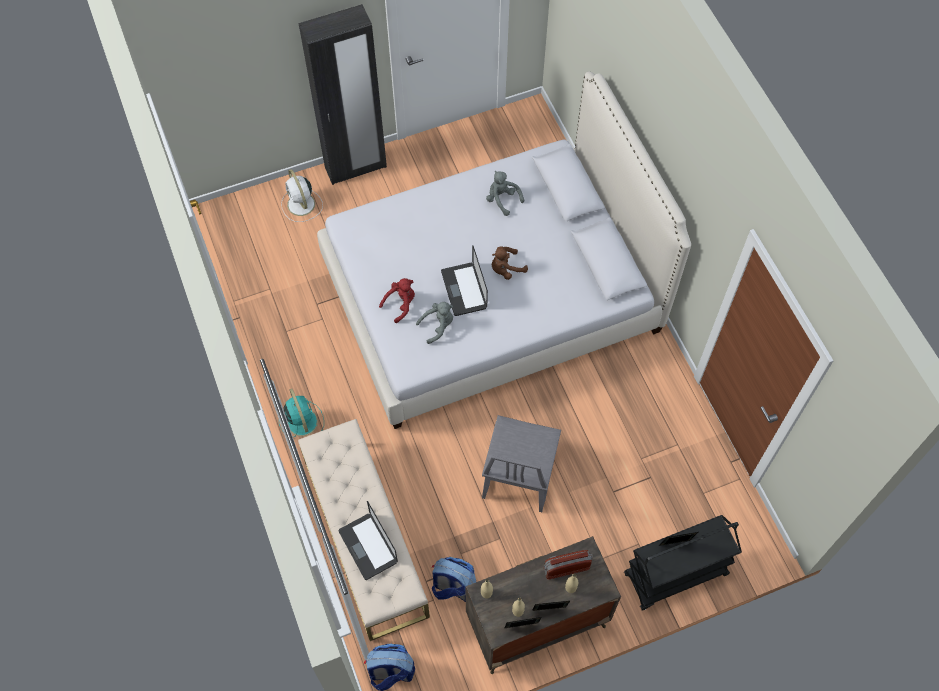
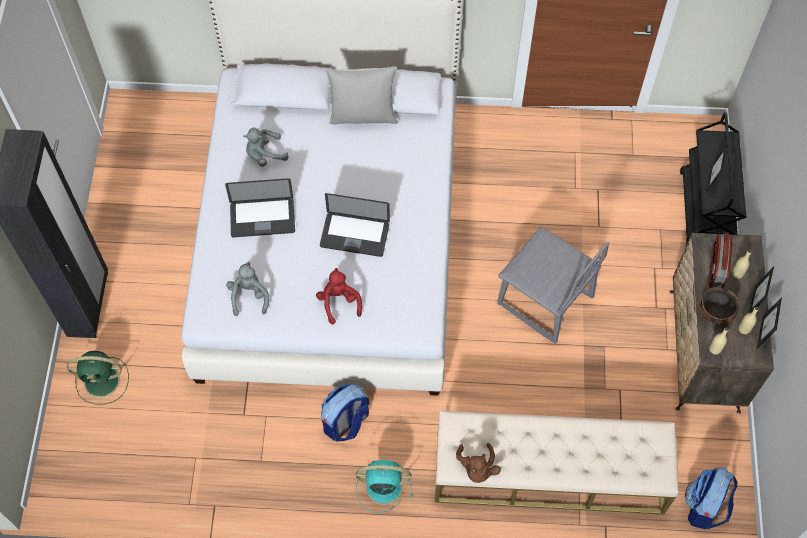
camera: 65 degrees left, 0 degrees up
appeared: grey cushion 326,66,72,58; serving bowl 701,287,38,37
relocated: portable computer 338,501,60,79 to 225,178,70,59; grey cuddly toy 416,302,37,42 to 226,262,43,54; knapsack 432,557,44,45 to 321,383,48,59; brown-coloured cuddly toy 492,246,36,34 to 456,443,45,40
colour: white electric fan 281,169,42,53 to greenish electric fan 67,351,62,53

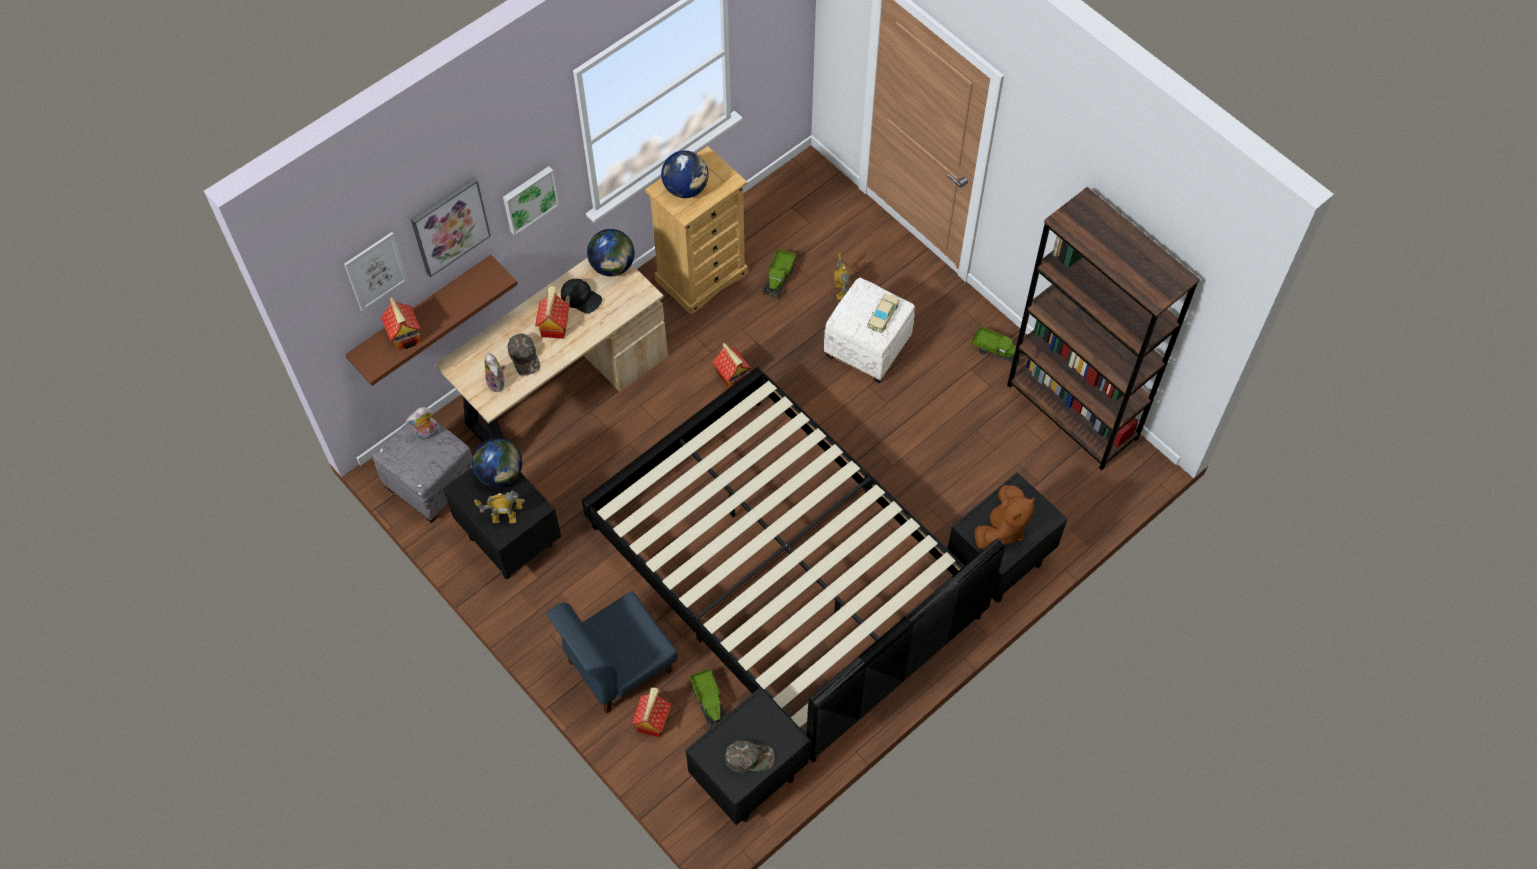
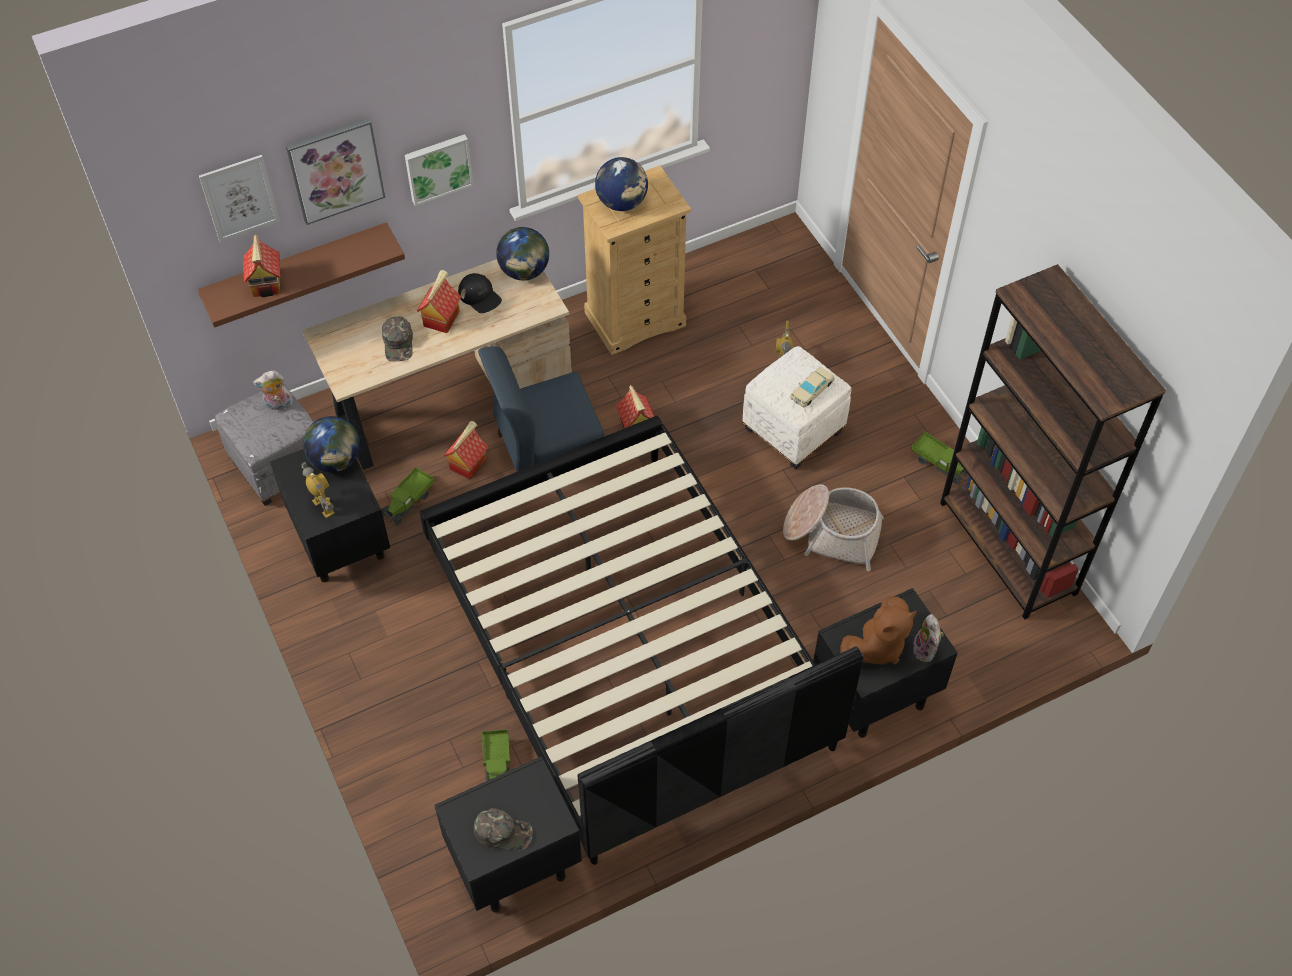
camera: 15 degrees right, 5 degrees down
appeared: household basket 783,484,101,87
relocated: cuddly toy 485,353,20,39 to 913,614,31,48; blue-coloured plain chair 546,591,132,123 to 478,346,127,126; toy house 632,687,39,50 to 443,421,45,58; toy truck 762,249,34,50 to 381,467,54,59
spun: model robot 474,490,51,34 = 301,462,34,56 135 degrees counterclockwise

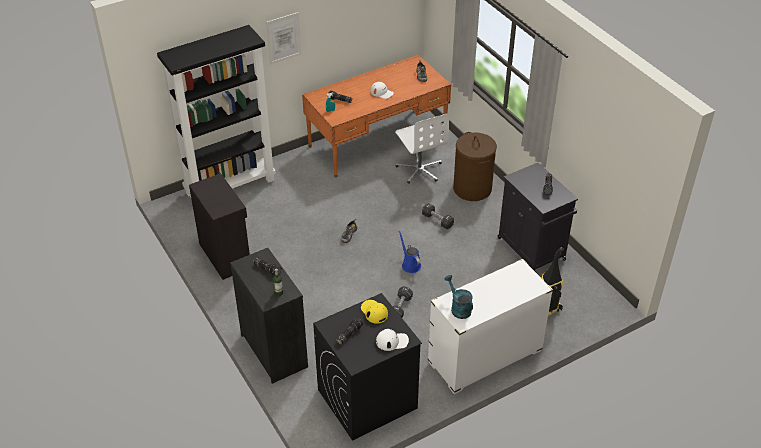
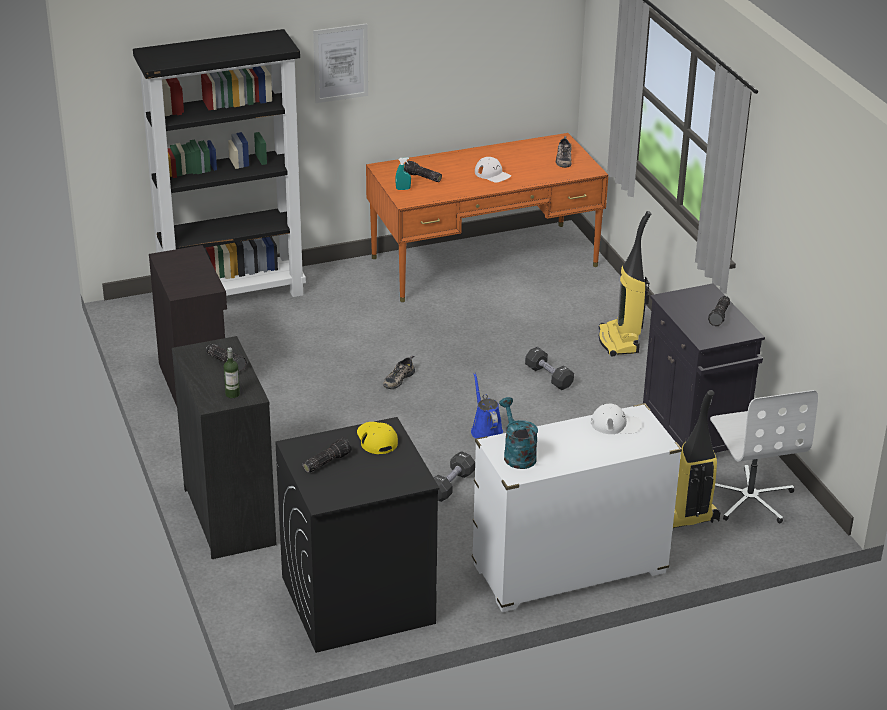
camera: 10 degrees right, 10 degrees down
relocated: white baseball cap 376,329,33,22 to 591,403,51,31; white office chair 395,114,54,70 to 710,390,108,133
exchanged: brown-coloured laundry basket 453,132,44,69 to vacuum 599,211,52,145

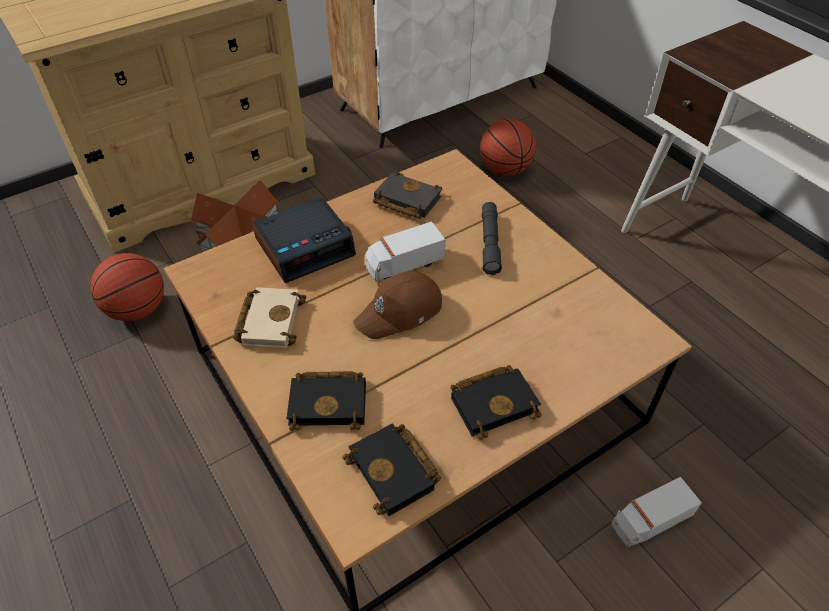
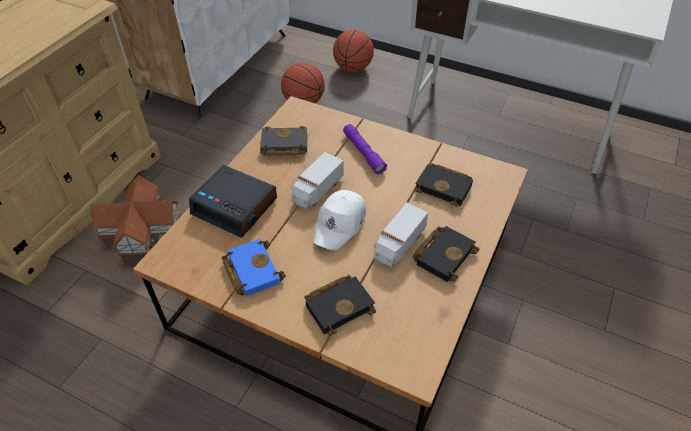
camera: 30 degrees left, 0 degrees up
relocated: ball for basketball 90,253,74,68 to 333,30,41,42; black book 342,424,99,92 to 415,163,58,44; toy truck 611,476,91,72 to 373,202,55,66
colour: beige book 233,287,73,61 to blue-coloured book 222,239,64,57; brown-coloured baseball cap 353,271,89,68 to white baseball cap 313,190,53,60; grey flashlight 482,202,20,73 to purple-coloured flashlight 343,124,44,50
spun: table clock 252,197,104,86 = 189,165,88,73 90 degrees clockwise

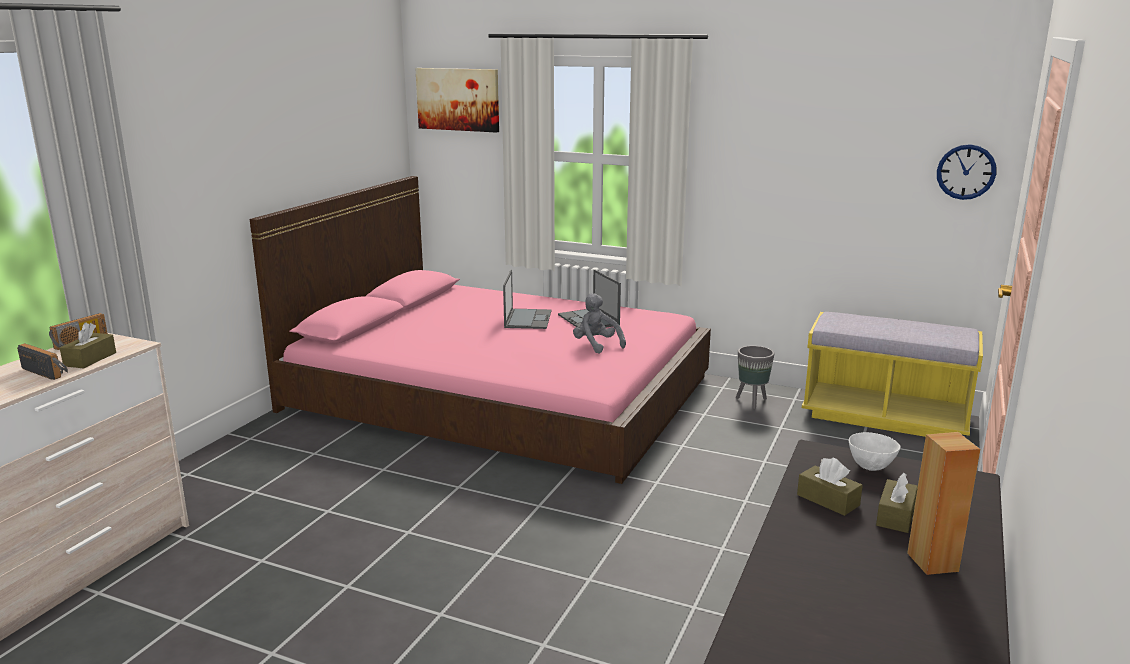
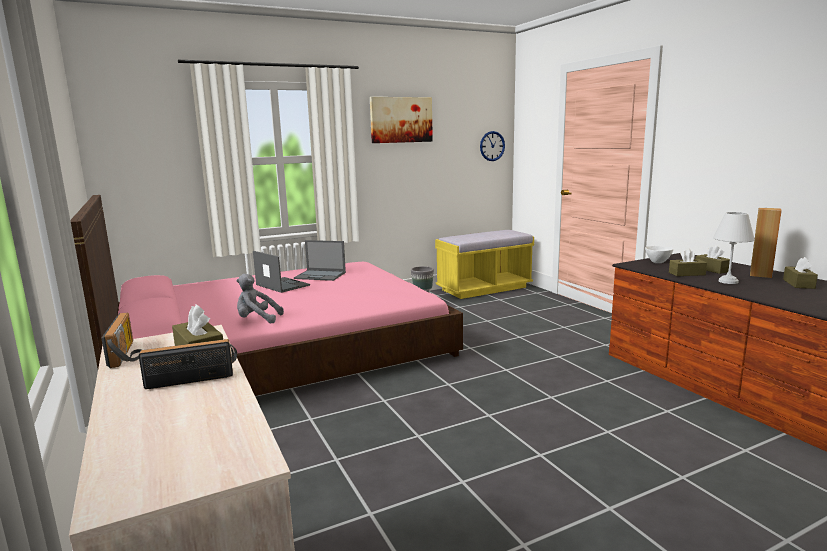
camera: 50 degrees left, 5 degrees down
appeared: white lamp for a table 713,212,42,72; brown-coloured tissue box 783,257,35,32
relocated: wall art 415,68,84,65 to 370,97,63,46; grey cuddly toy 573,293,53,61 to 237,274,47,49

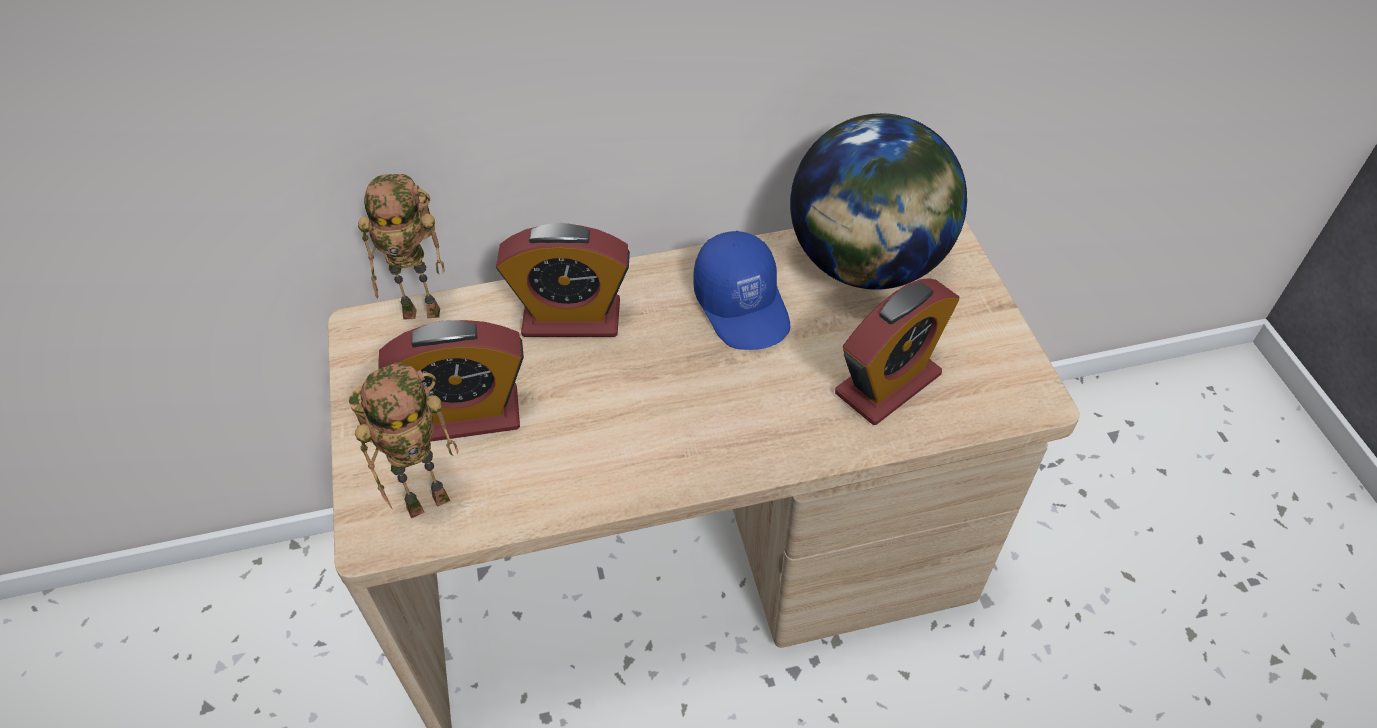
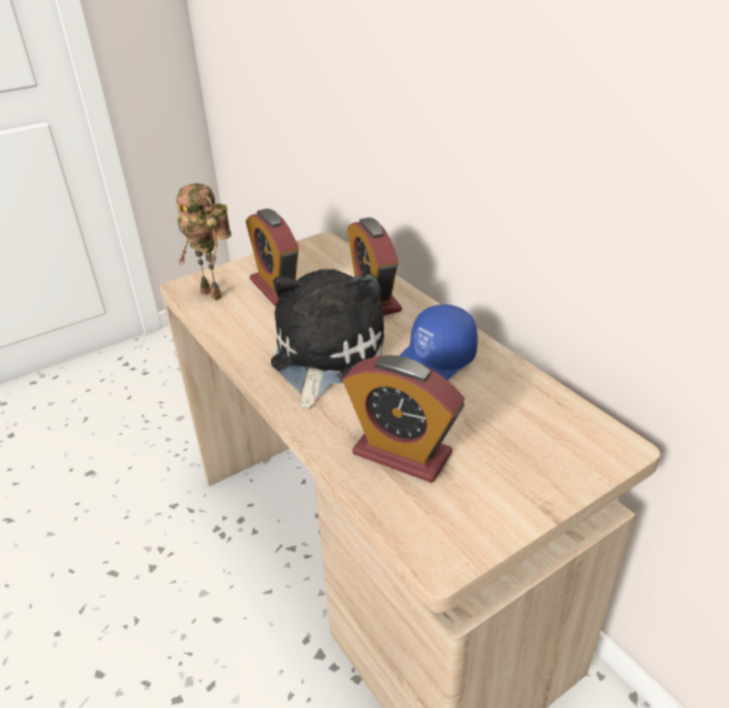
camera: 70 degrees right, 15 degrees down
missing: model robot 358,174,87,146; desk globe 790,113,177,176
appeared: cuddly toy 271,269,113,140

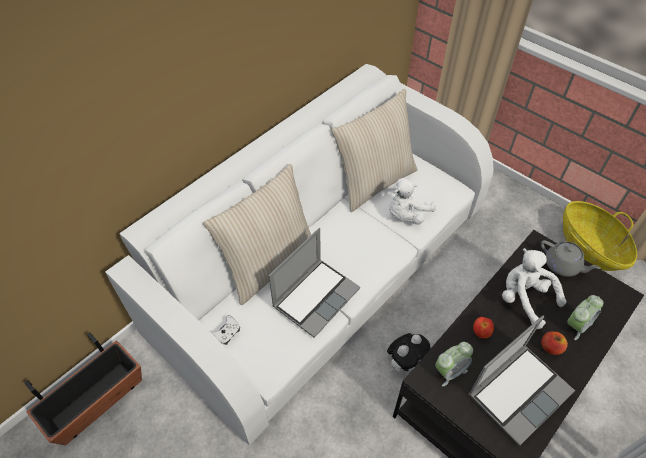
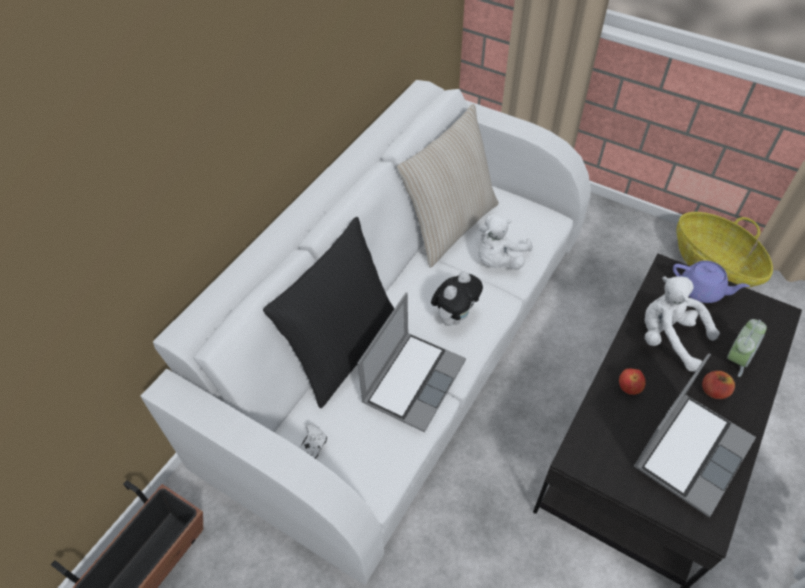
camera: 10 degrees left, 0 degrees up
missing: table clock 435,342,38,44
relocated: cuddly toy 387,333,43,40 to 431,271,52,55
colour: beige cushion 203,164,109,141 to black cushion 263,217,132,191; grey pot for tea 541,240,60,37 to purple-coloured pot for tea 673,260,77,43

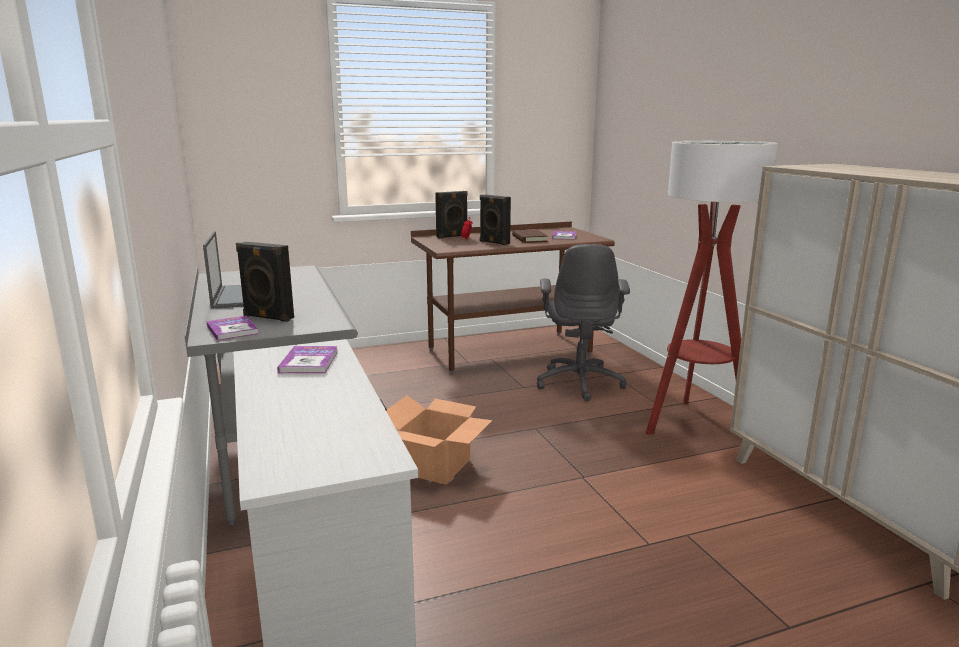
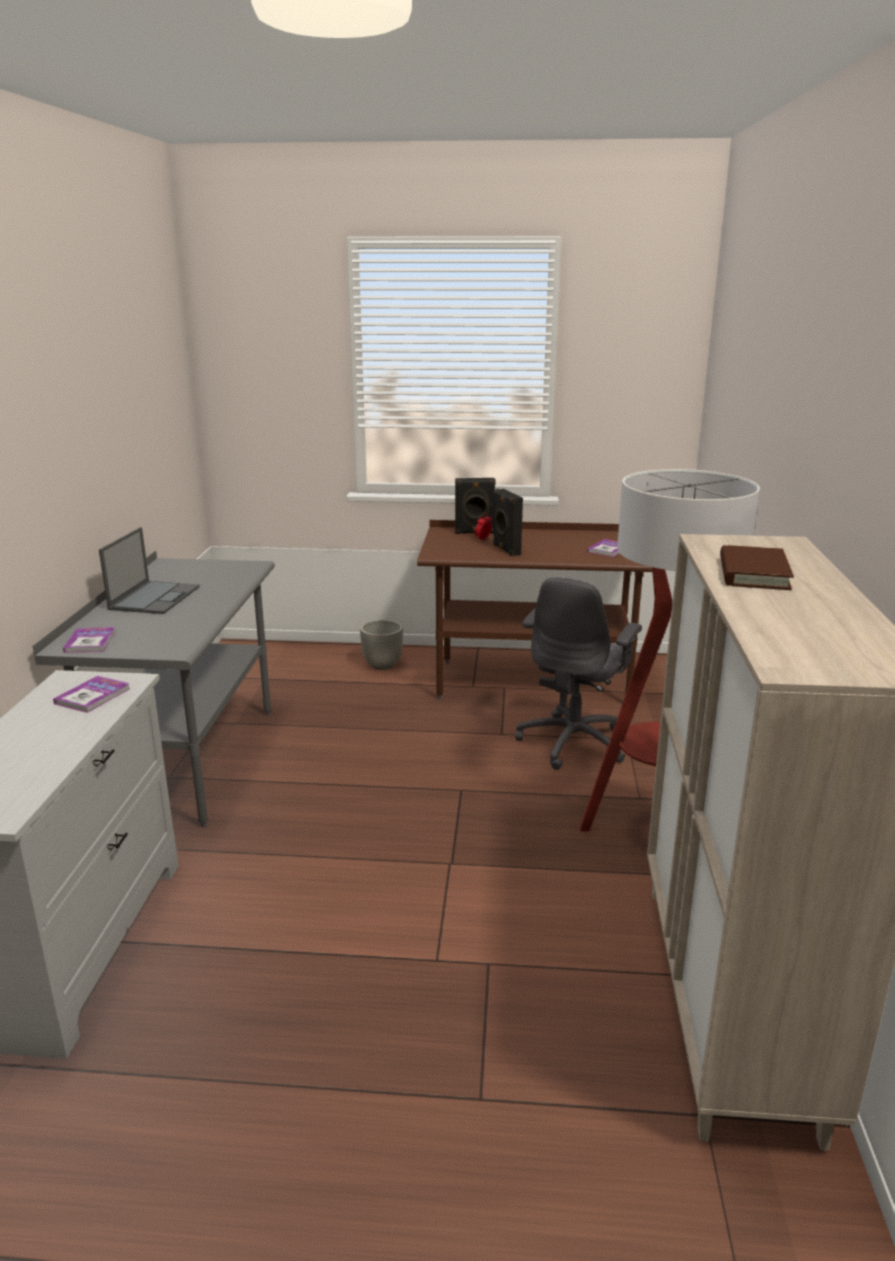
camera: 25 degrees right, 5 degrees up
missing: black speaker 236,242,58,80; packing box 386,396,107,89
appeared: planter 360,620,43,50
relocated: brown-coloured book 512,230,36,13 to 720,545,74,45

